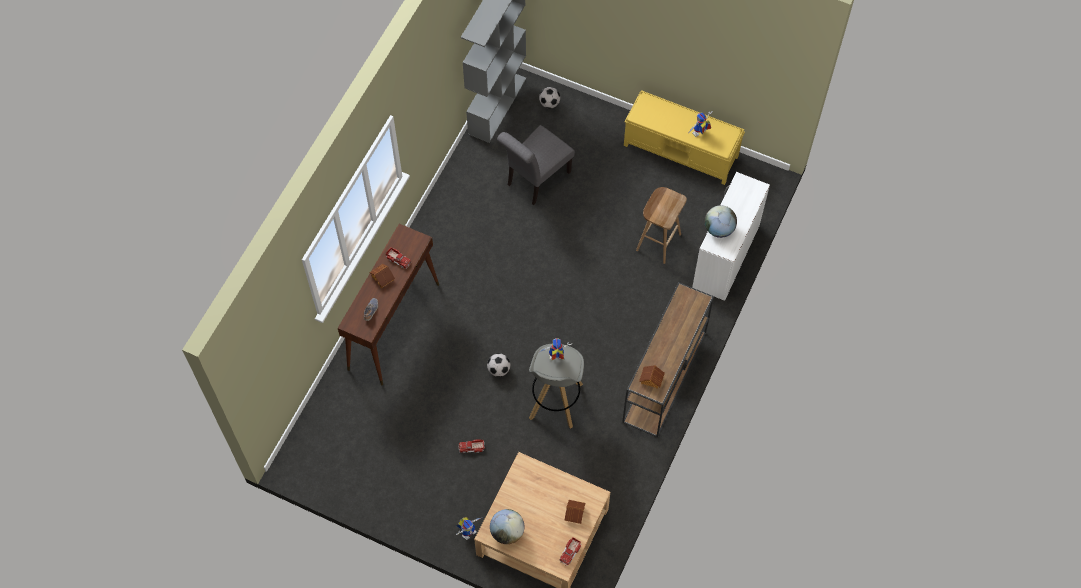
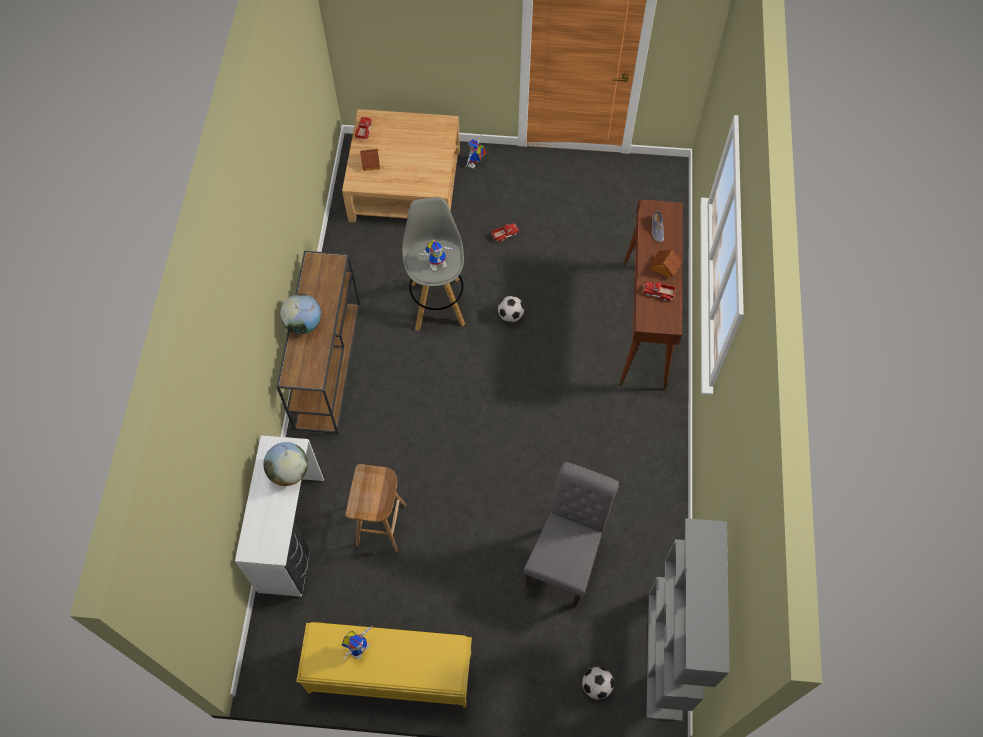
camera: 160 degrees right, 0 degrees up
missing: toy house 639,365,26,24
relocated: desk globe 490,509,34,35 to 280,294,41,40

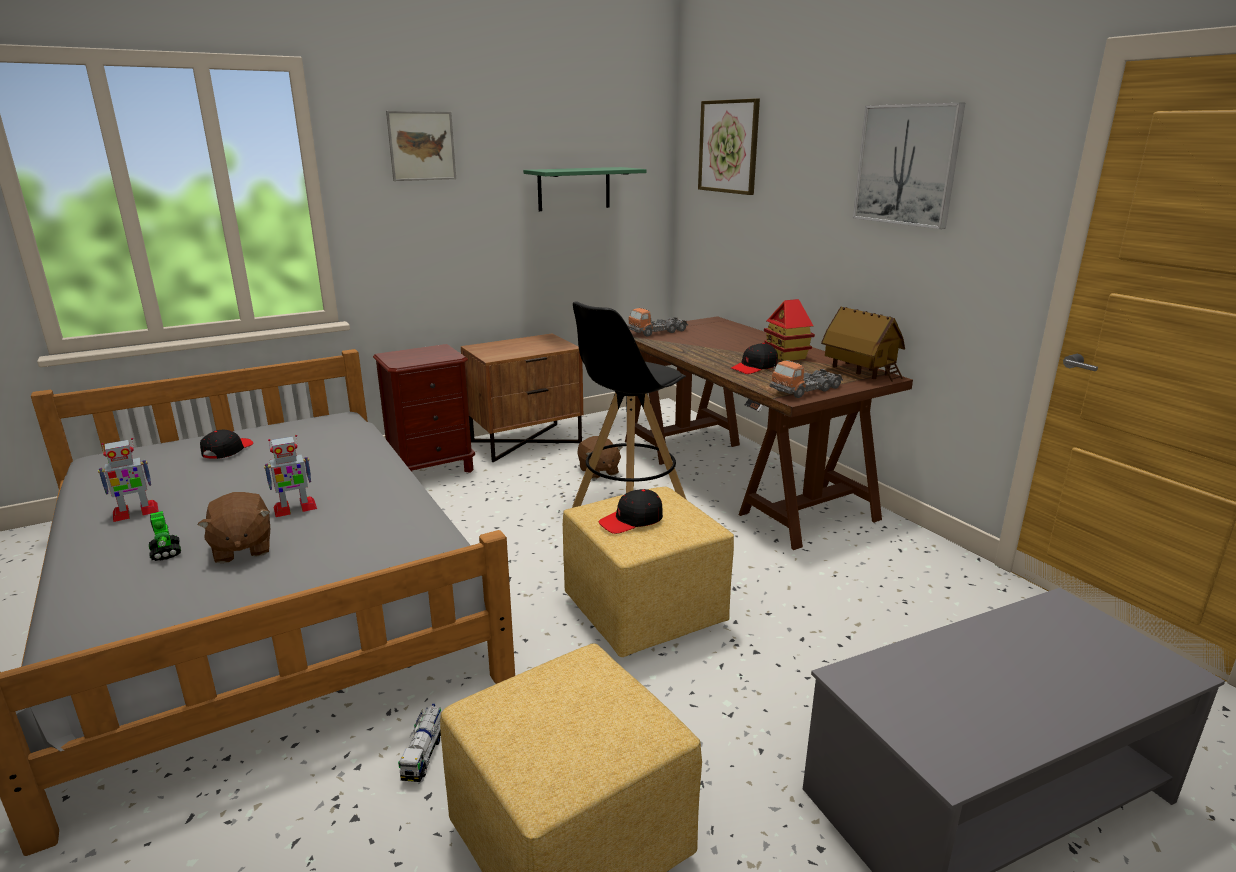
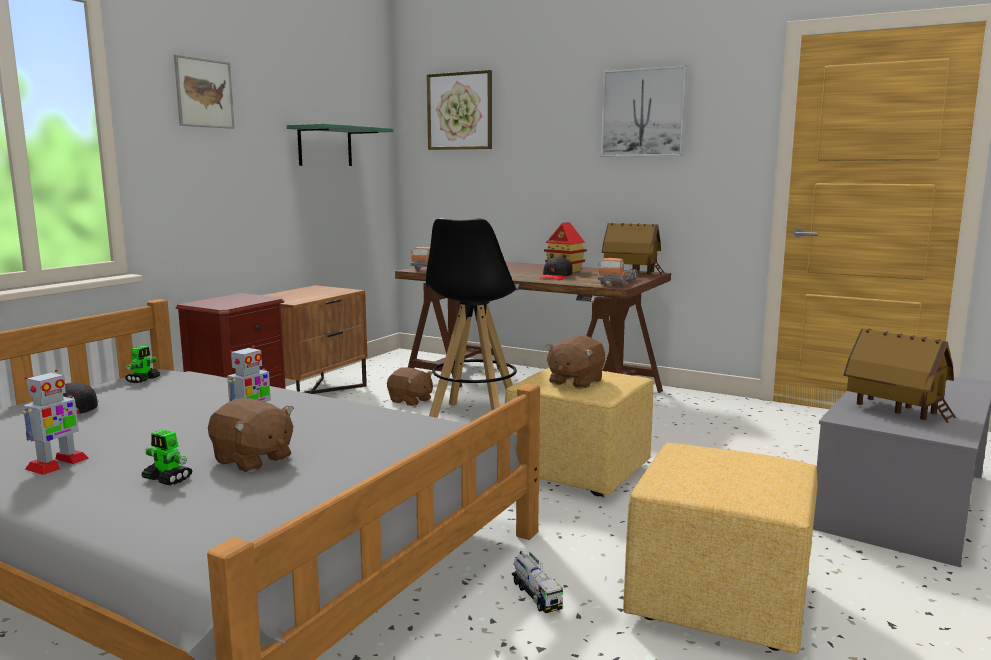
camera: 30 degrees left, 10 degrees down
appeared: model robot 125,346,35,37; toy house 844,329,112,94
exchanged: black baseball cap 599,489,64,45 to brown-coloured cuddly toy 545,336,60,53

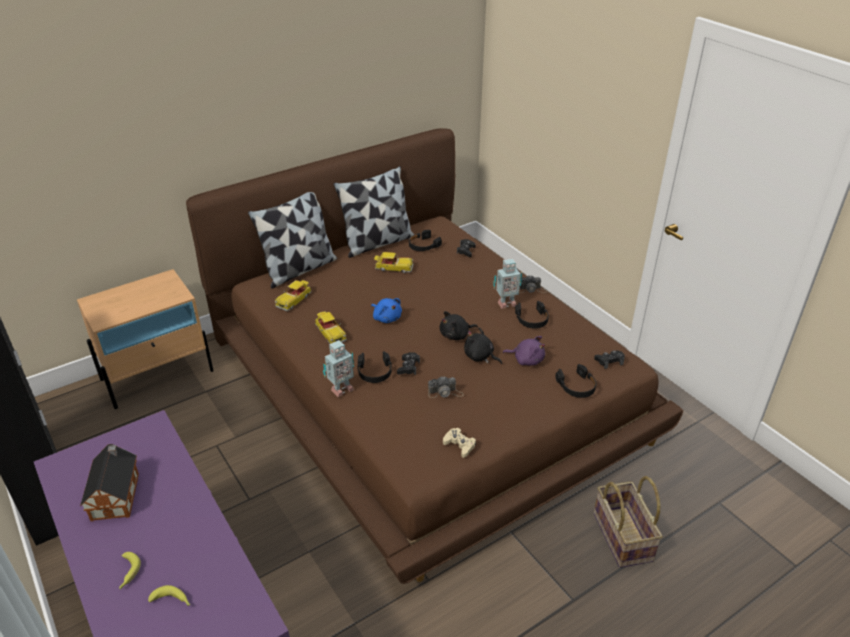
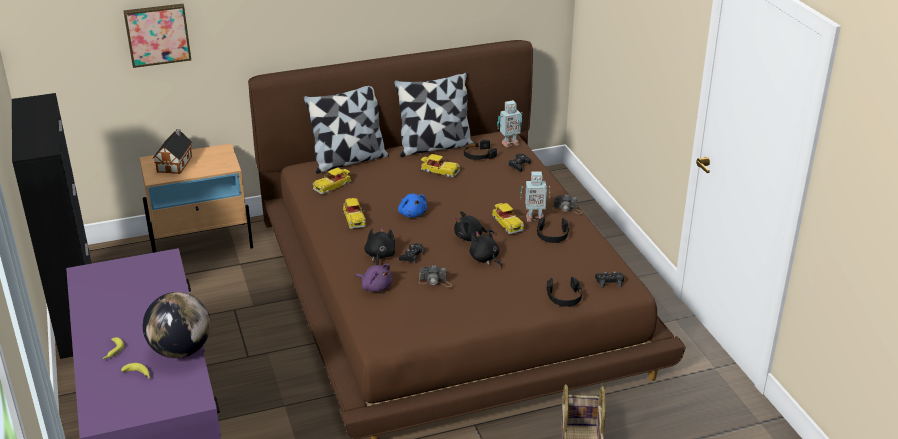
camera: 15 degrees right, 5 degrees down
missing: beige gamepad 443,428,33,30
appeared: wall art 123,4,68,64; desk globe 143,292,68,66; toy car 492,203,32,31
relocated: toy house 80,444,59,77 to 152,129,40,45; model robot 323,340,31,57 to 497,100,25,47; purple-coloured cuddly toy 503,336,42,30 to 355,264,37,28
exchanged: black pair of headphones 357,351,35,32 to black cuddly toy 364,227,31,38

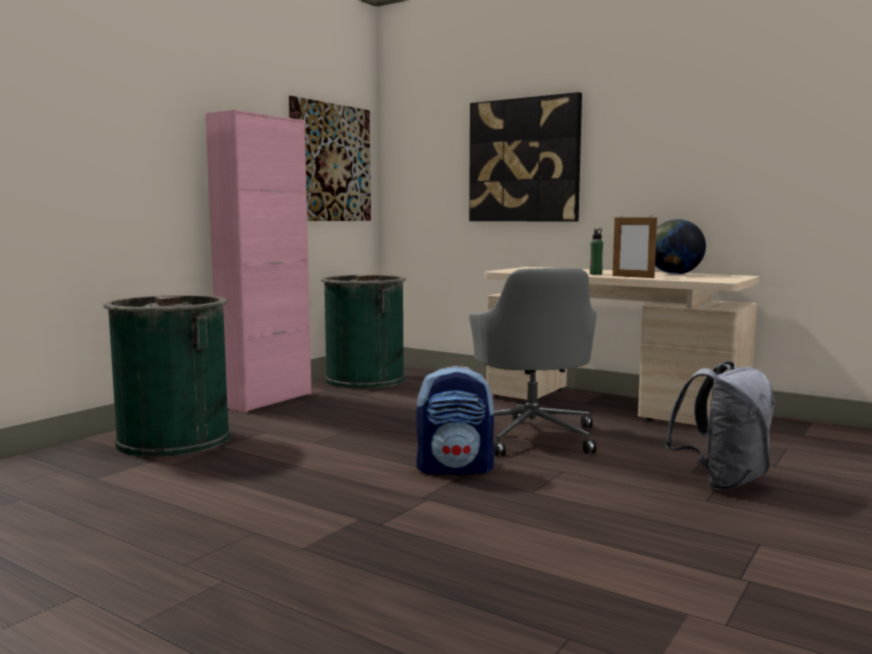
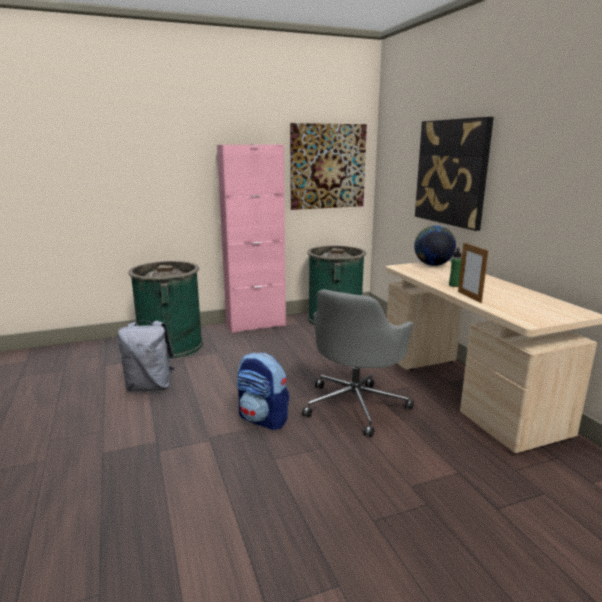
camera: 35 degrees right, 10 degrees up
relocated: desk globe 655,219,51,55 to 414,225,42,41; grey knapsack 665,361,110,129 to 118,320,56,71

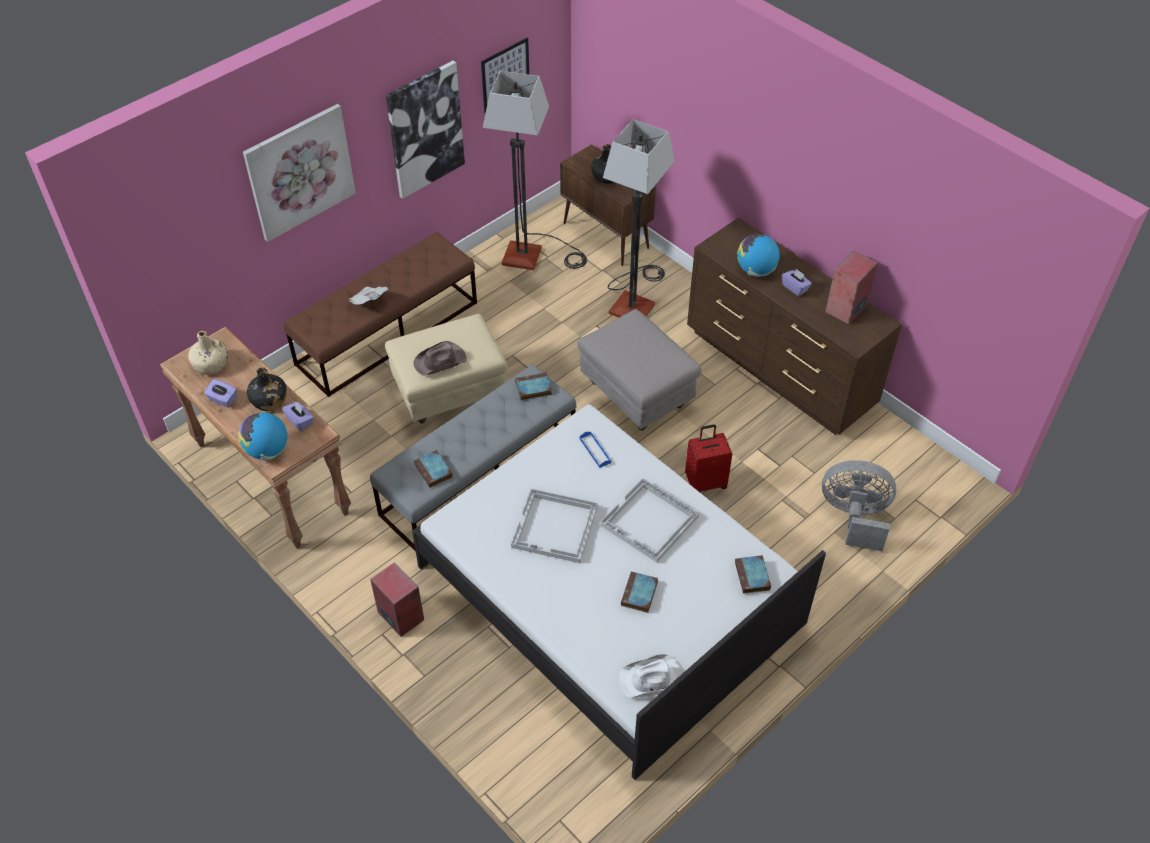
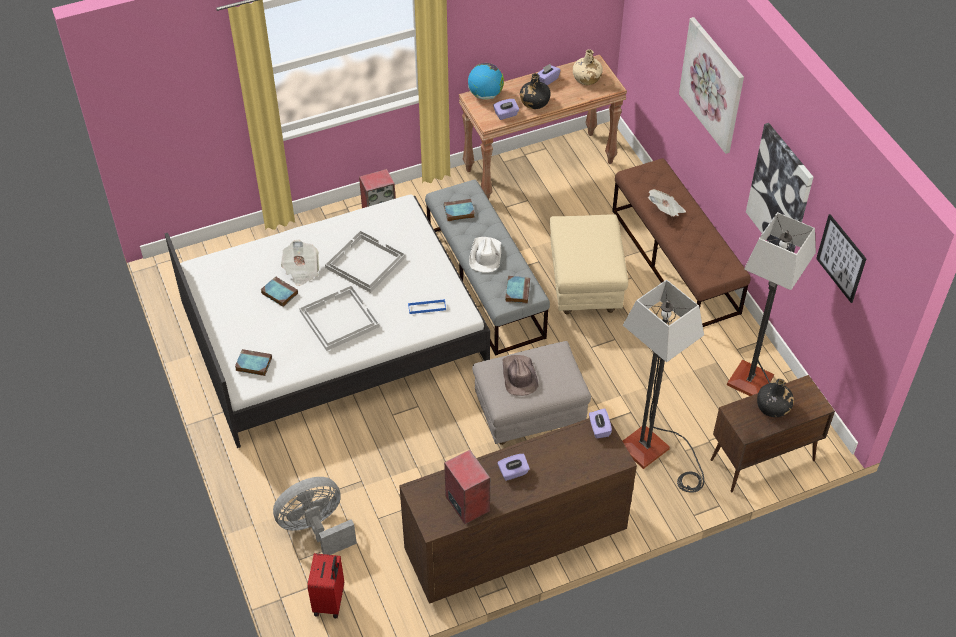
camera: 110 degrees right, 0 degrees up
missing: desk globe 737,234,43,43
appeared: daily paper 281,240,38,46; purple-coloured tissue box 589,408,23,31
relocated: brown-coloured wearable hat 414,341,52,34 to 502,355,36,41; white wearable hat 619,654,64,44 to 469,237,32,36; reddish suitcase 685,424,47,68 to 307,553,37,65
spun: grey electric fan 822,460,74,91 = 273,477,84,78 150 degrees counterclockwise

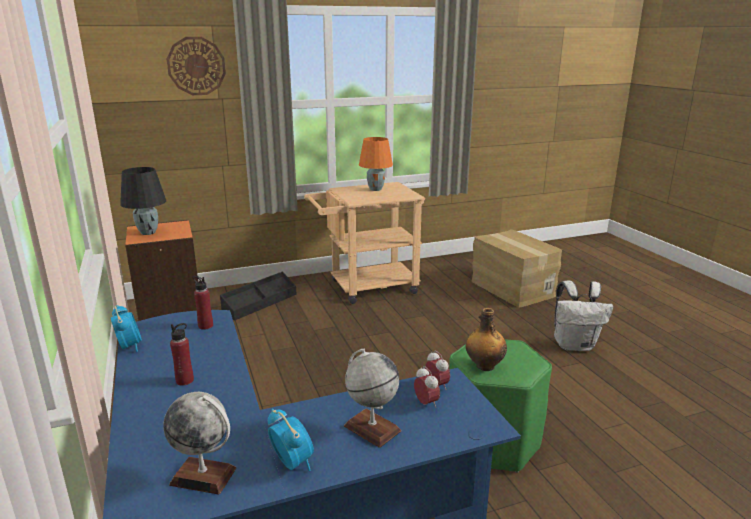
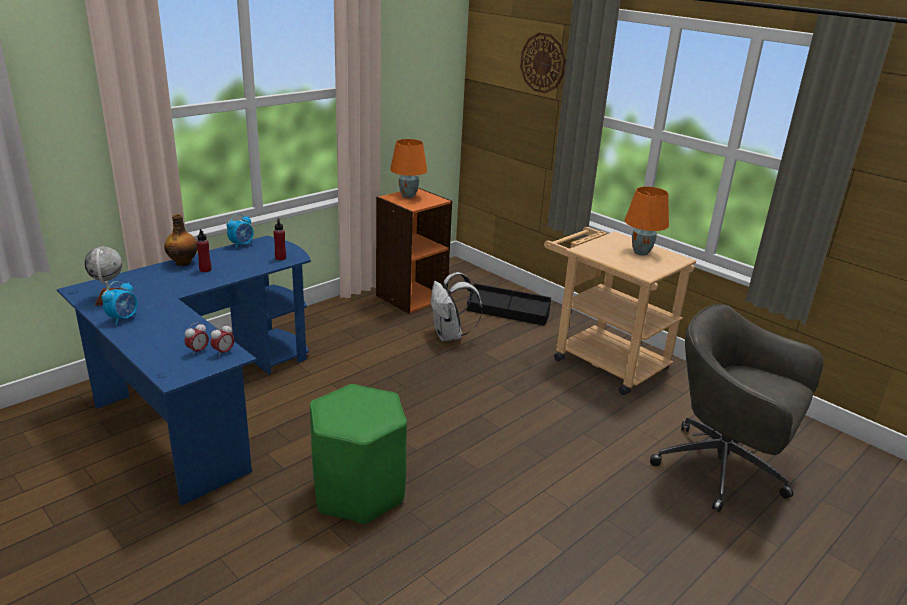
camera: 65 degrees right, 5 degrees up
missing: desk globe 344,349,57,99
relocated: drink bottle 466,308,41,63 to 164,214,33,52; white knapsack 554,281,59,70 to 430,272,52,69
exchanged: packing box 471,229,91,79 to grey office chair 650,304,173,208
colour: black lamp for a table 120,167,46,68 to orangey lamp for a table 390,139,37,59

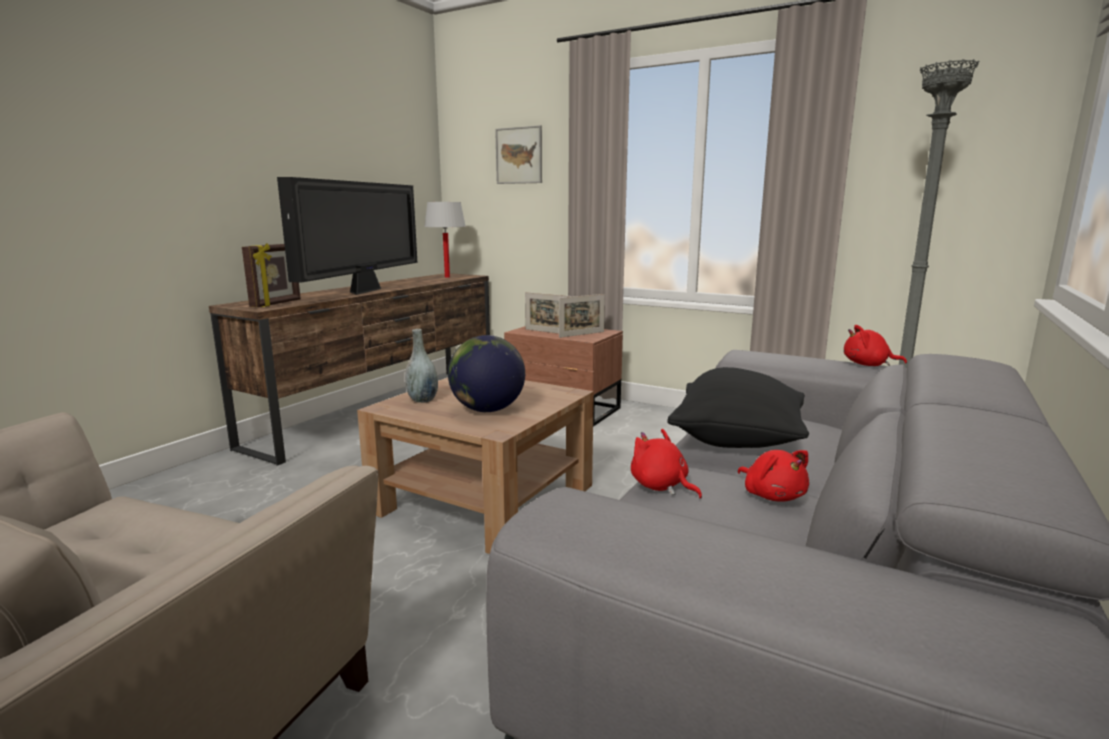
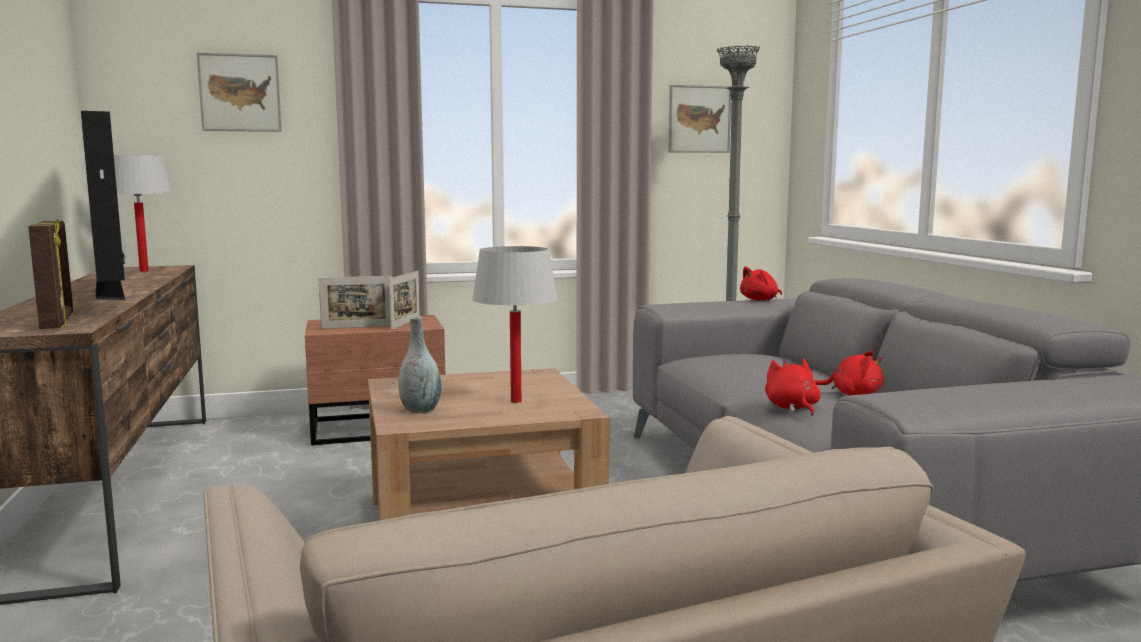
camera: 45 degrees left, 5 degrees down
missing: black cushion 667,367,142,81
appeared: wall art 668,85,64,68
exchanged: desk globe 448,335,77,77 to white lamp for a table 472,246,86,157
spun: reddish cuddly toy 631,429,71,70 = 765,358,56,58 75 degrees clockwise

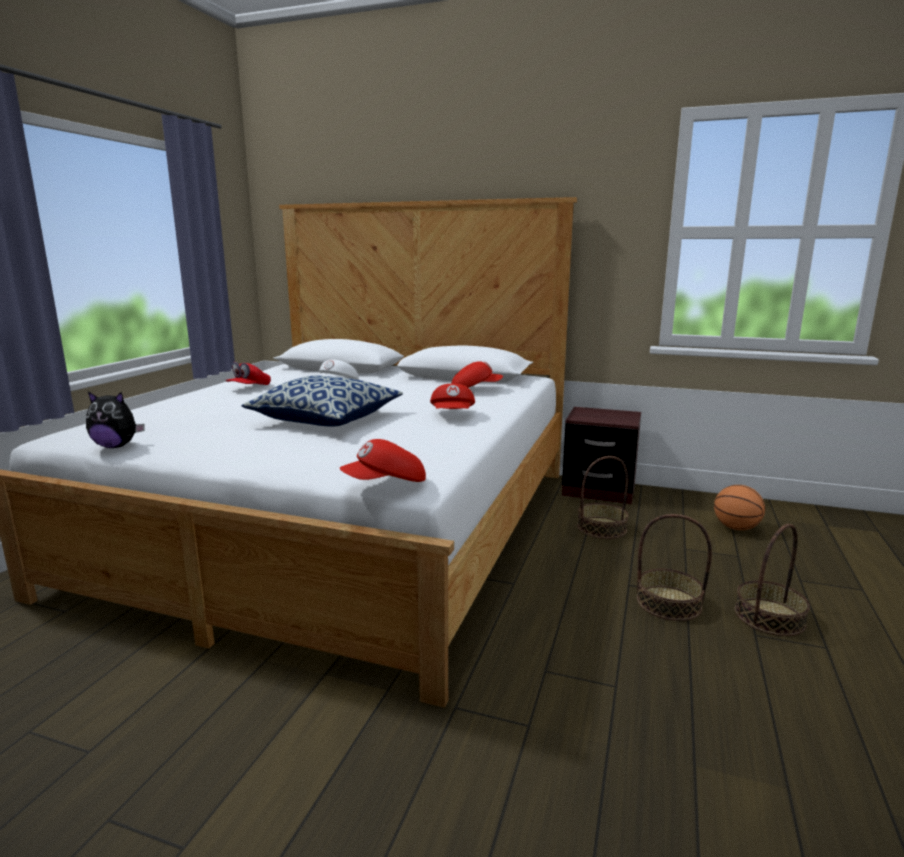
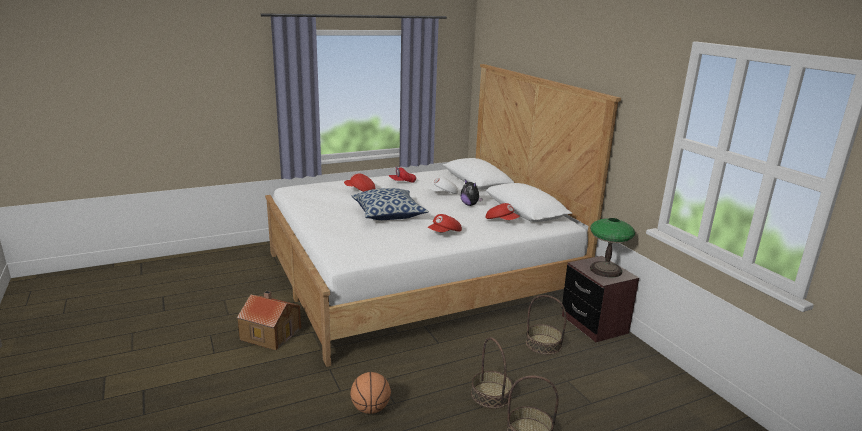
camera: 45 degrees right, 5 degrees up
appeared: toy house 237,291,64,59; lamp for a table 590,218,45,59
relocated: cuddly toy 86,392,59,56 to 460,179,23,27; reddish baseball cap 340,439,86,43 to 344,174,31,18; ball for basketball 714,485,51,45 to 350,372,41,42

